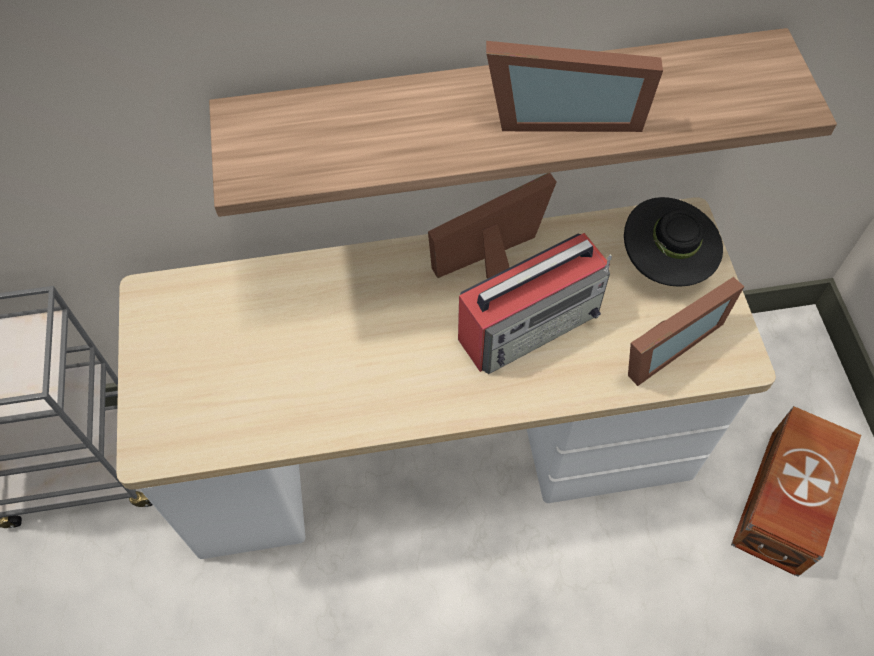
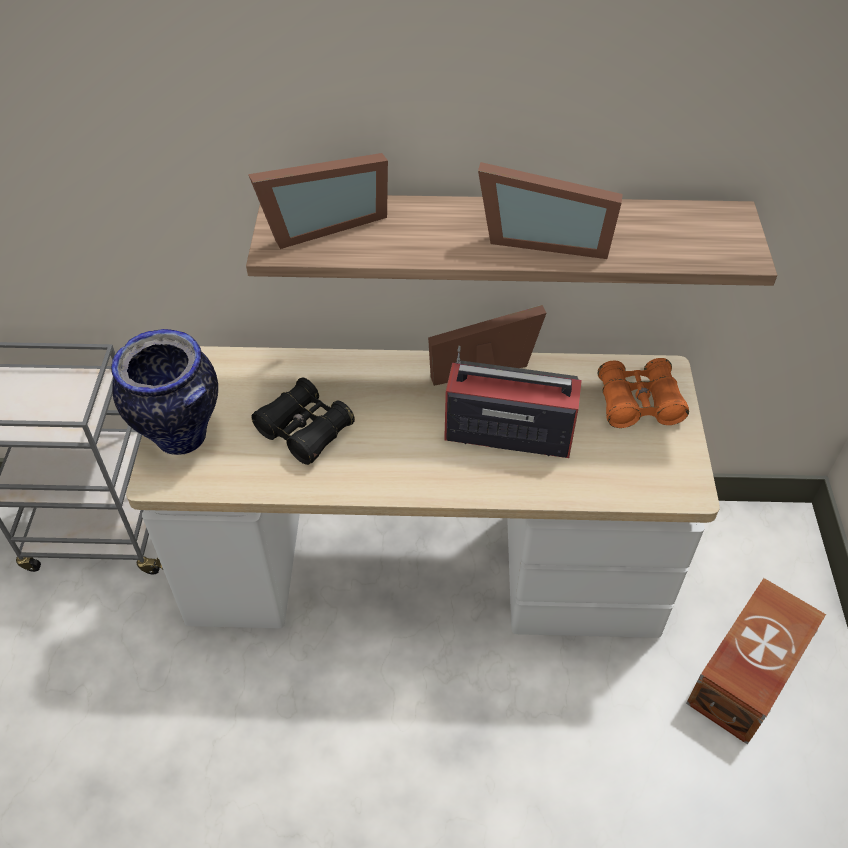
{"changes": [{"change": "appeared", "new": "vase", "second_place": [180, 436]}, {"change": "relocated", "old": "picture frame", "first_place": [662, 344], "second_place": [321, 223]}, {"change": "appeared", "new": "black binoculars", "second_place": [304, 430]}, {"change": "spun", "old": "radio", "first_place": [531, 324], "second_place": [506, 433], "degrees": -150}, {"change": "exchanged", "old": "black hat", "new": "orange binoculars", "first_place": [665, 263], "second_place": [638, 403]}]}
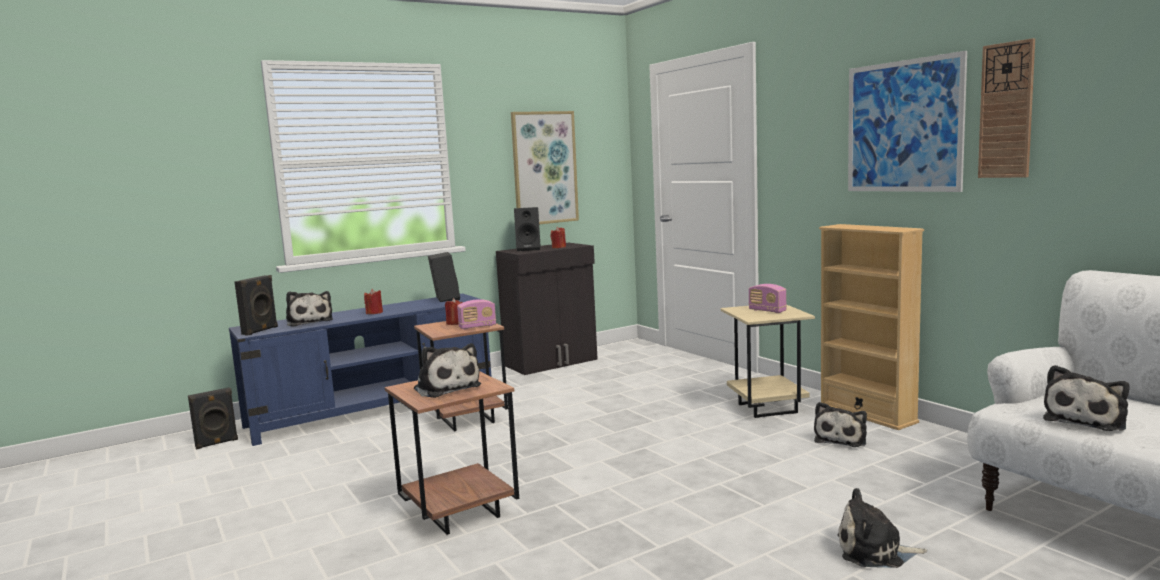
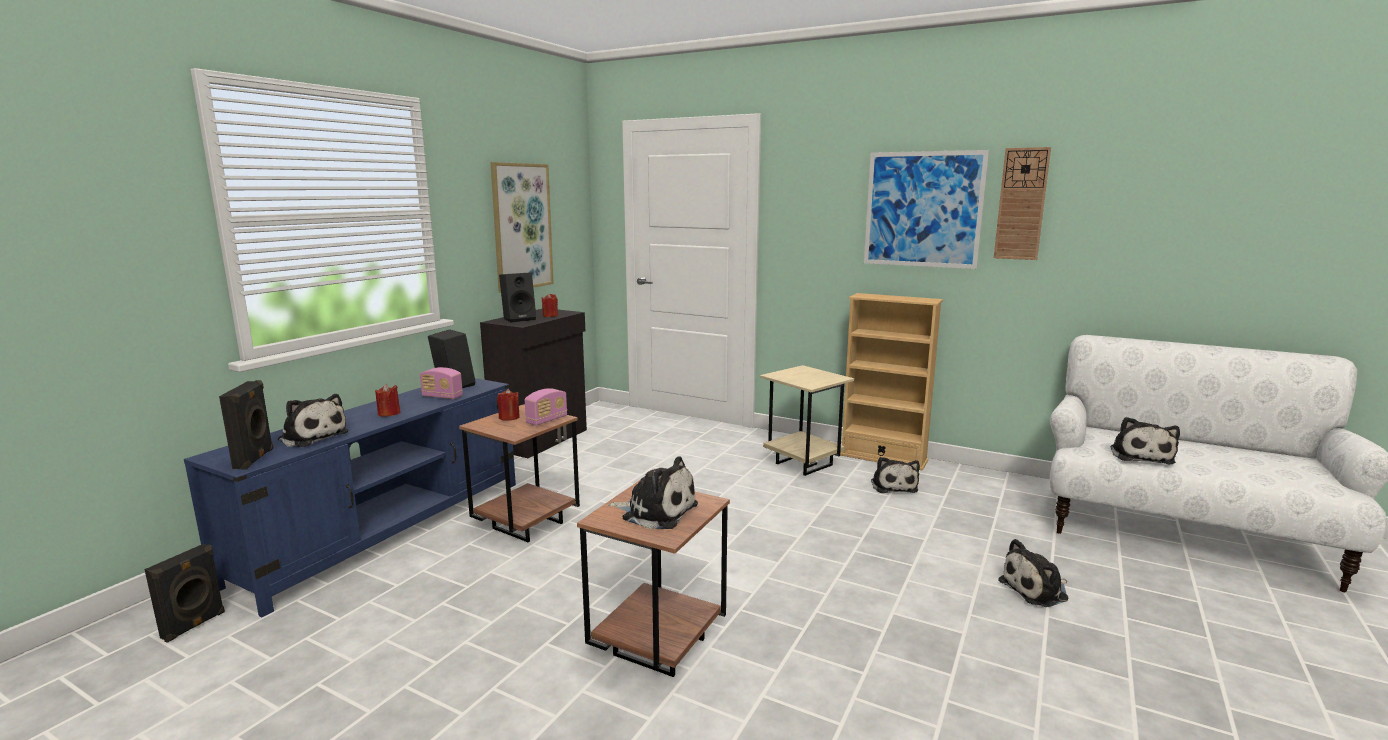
{"changes": [{"change": "relocated", "old": "radio", "first_place": [767, 311], "second_place": [442, 397]}]}
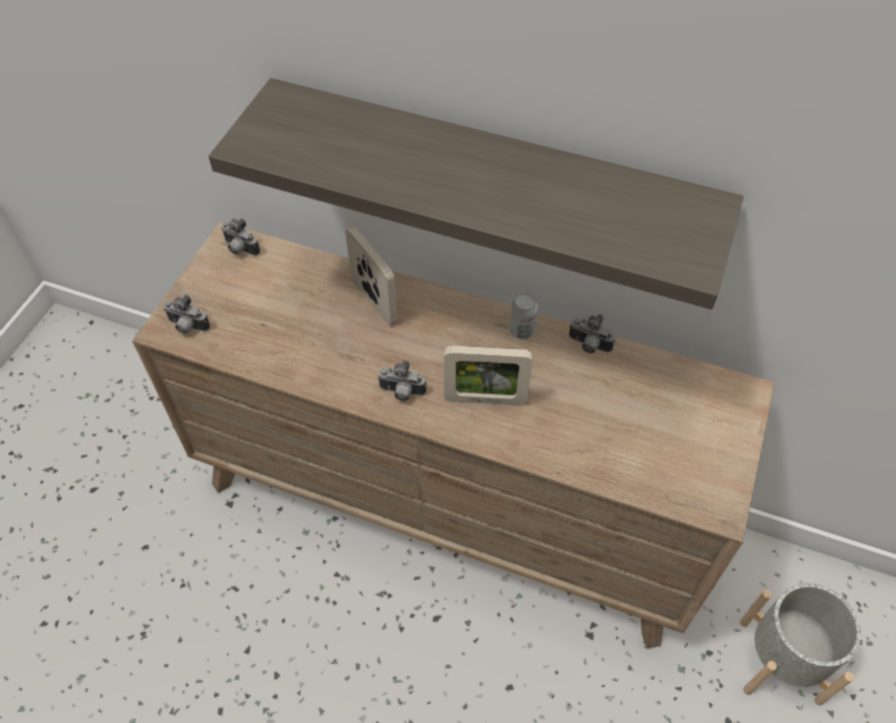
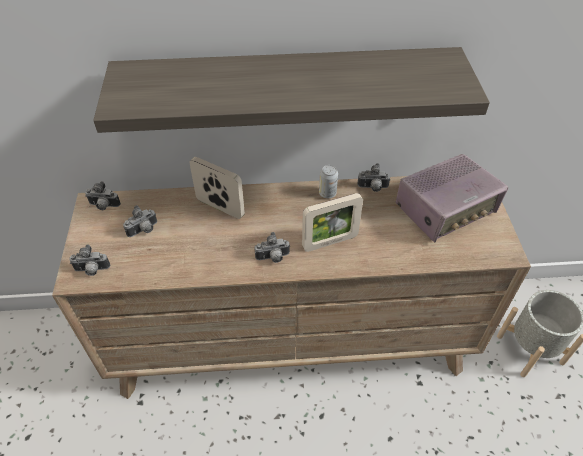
{"changes": [{"change": "appeared", "new": "photo camera", "second_place": [144, 230]}, {"change": "appeared", "new": "radio", "second_place": [446, 209]}]}
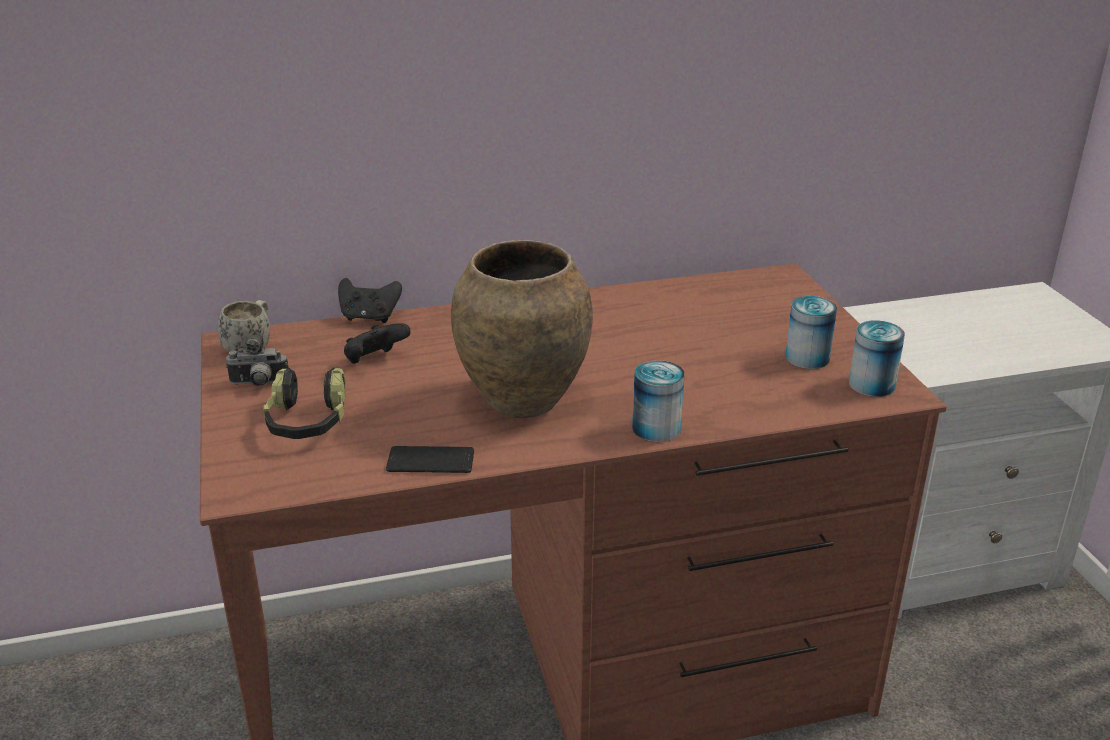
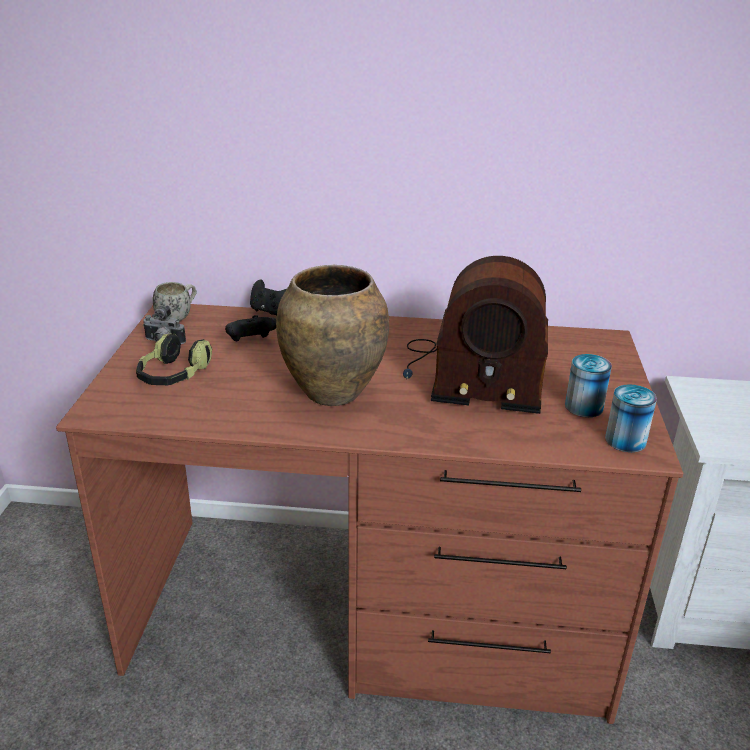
{"changes": [{"change": "appeared", "new": "radio", "second_place": [470, 375]}, {"change": "missing", "old": "phone", "first_place": [430, 461]}, {"change": "missing", "old": "can", "first_place": [656, 428]}]}
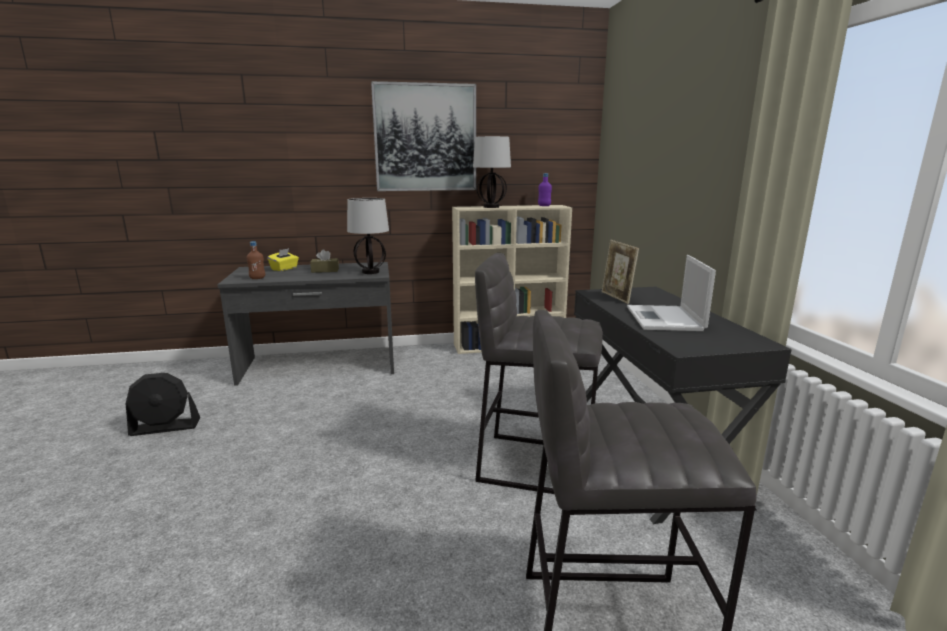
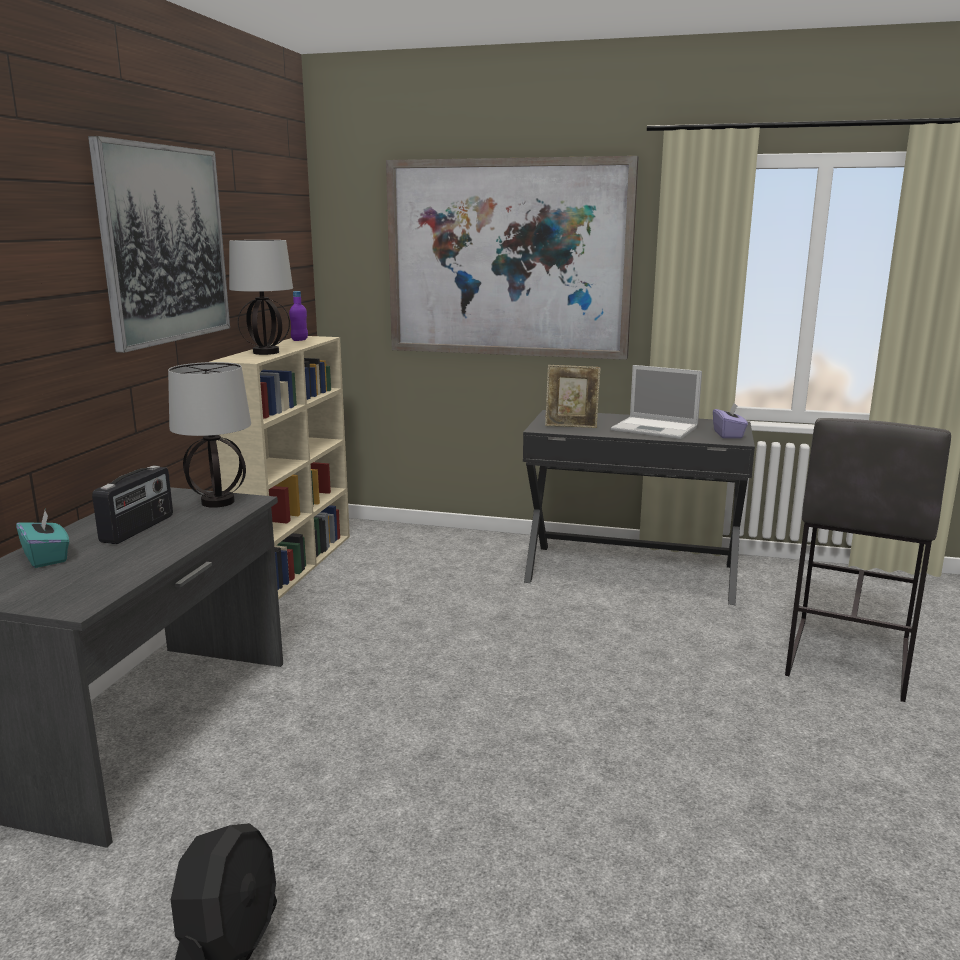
{"changes": [{"change": "colour", "old": "yellow tissue box", "new": "turquoise tissue box", "first_place": [284, 269], "second_place": [46, 557]}, {"change": "exchanged", "old": "brown tissue box", "new": "radio", "first_place": [325, 270], "second_place": [138, 529]}, {"change": "appeared", "new": "picture", "second_place": [508, 259]}, {"change": "appeared", "new": "purple tissue box", "second_place": [728, 435]}, {"change": "missing", "old": "brown bottle", "first_place": [257, 278]}, {"change": "missing", "old": "grey stool", "first_place": [535, 463]}]}
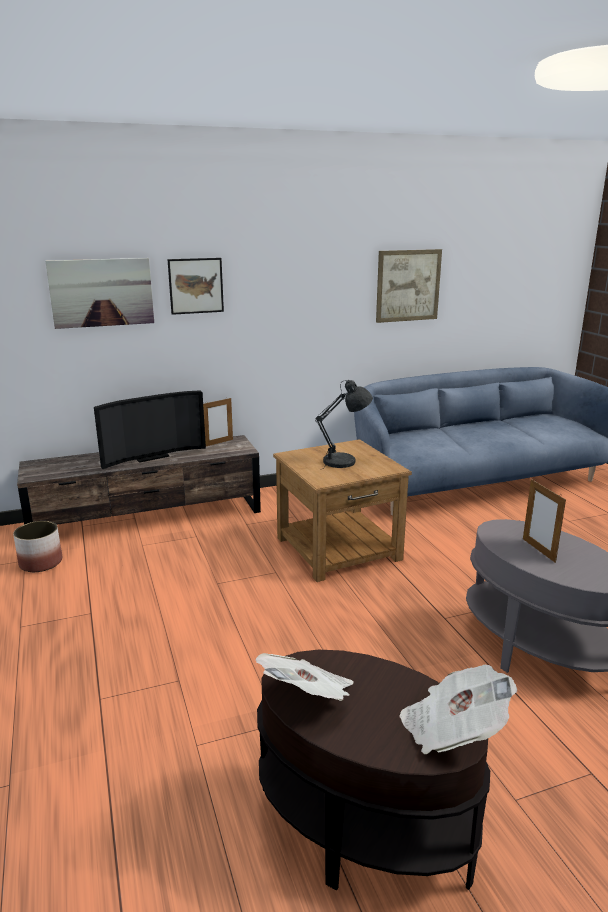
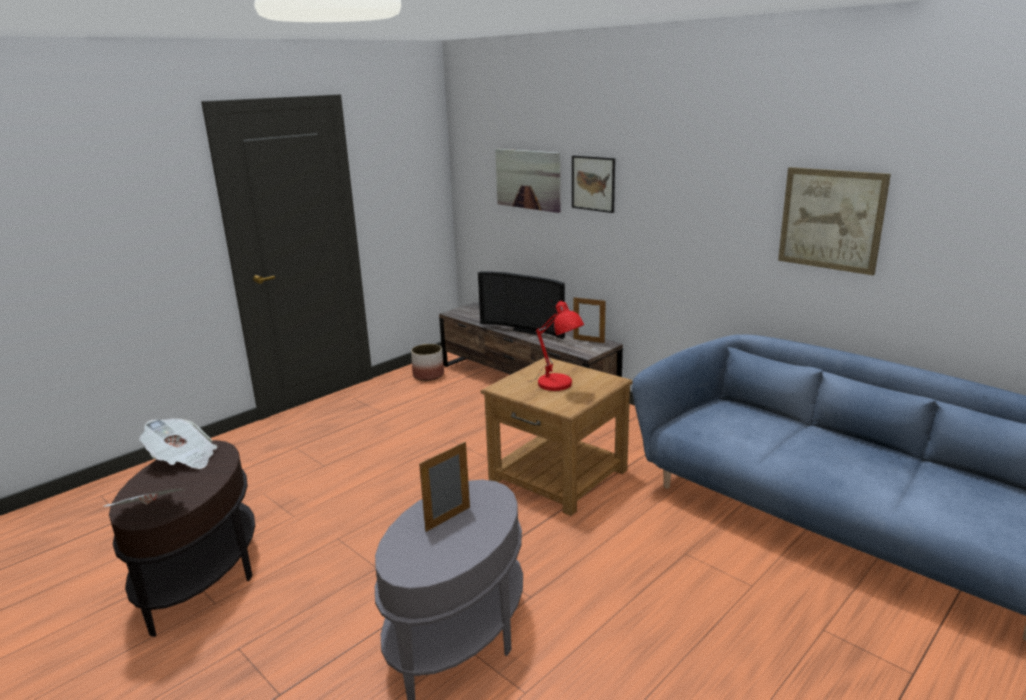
{"changes": [{"change": "colour", "old": "grey table lamp", "new": "red table lamp", "first_place": [343, 461], "second_place": [558, 385]}]}
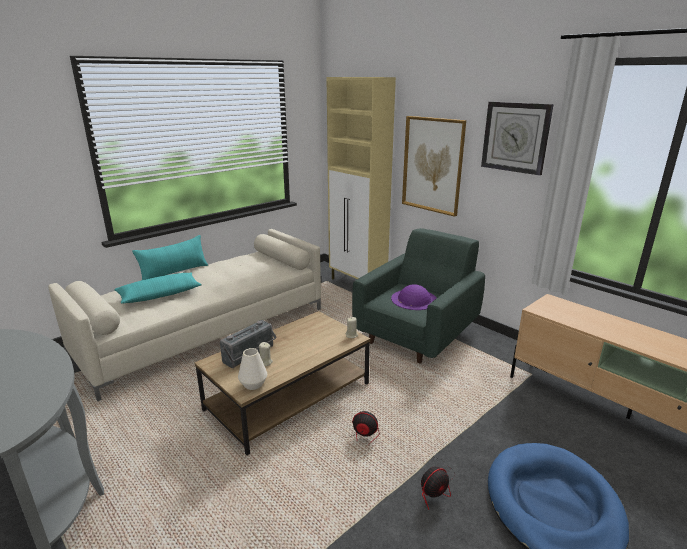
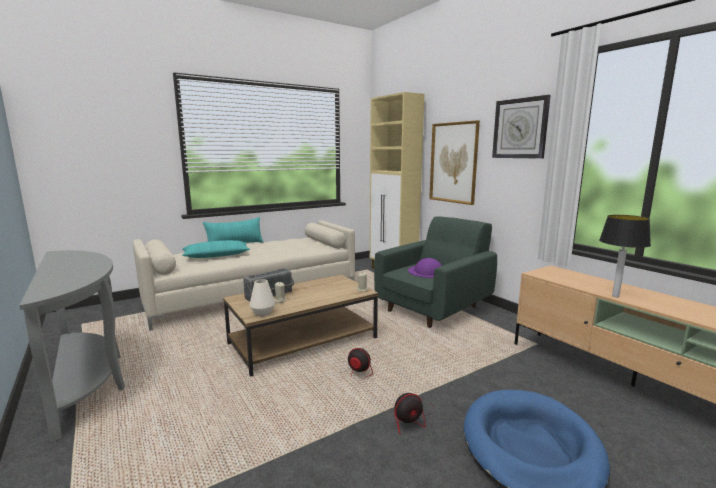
{"changes": [{"change": "appeared", "new": "table lamp", "second_place": [615, 296]}]}
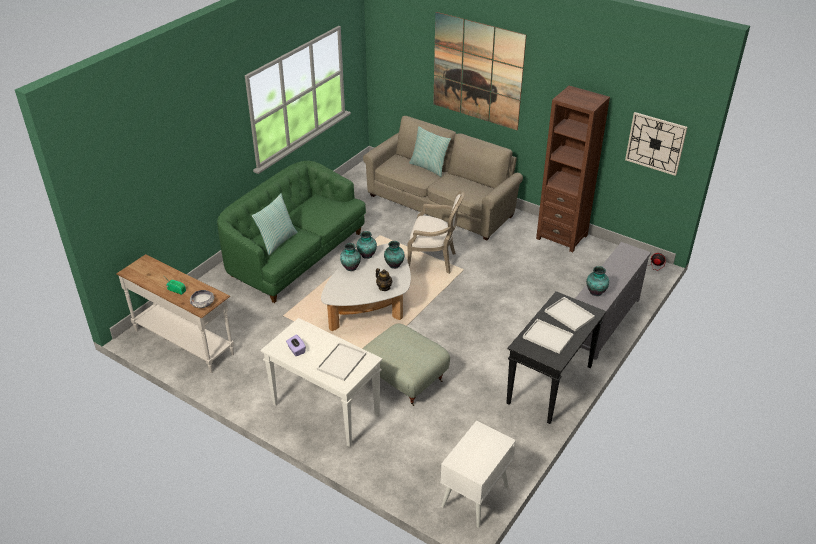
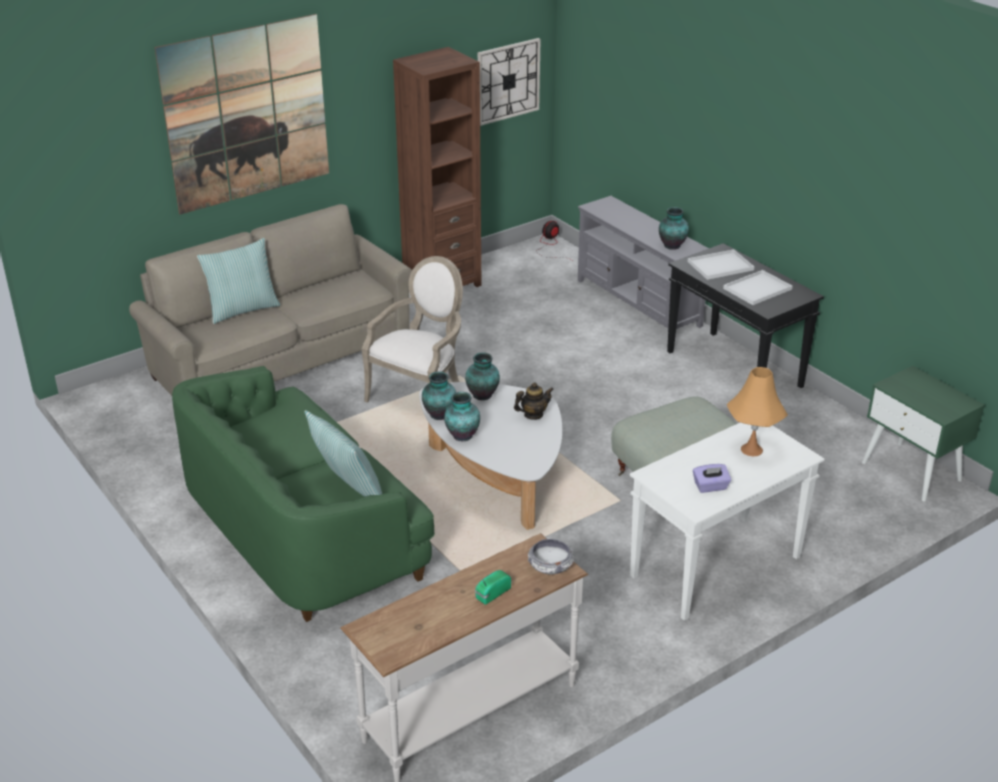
{"changes": [{"change": "exchanged", "old": "white tray", "new": "orange table lamp", "first_place": [341, 361], "second_place": [751, 449]}, {"change": "colour", "old": "white nightstand", "new": "green nightstand", "first_place": [475, 497], "second_place": [912, 471]}]}
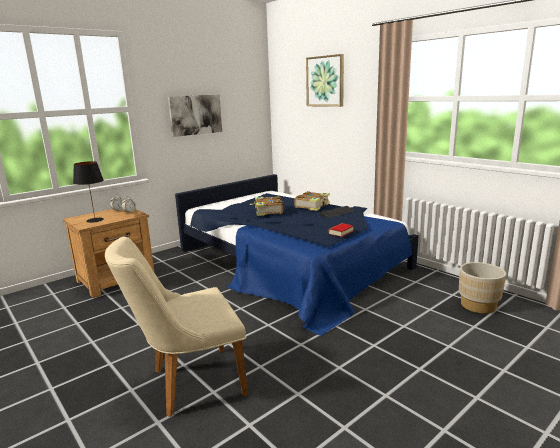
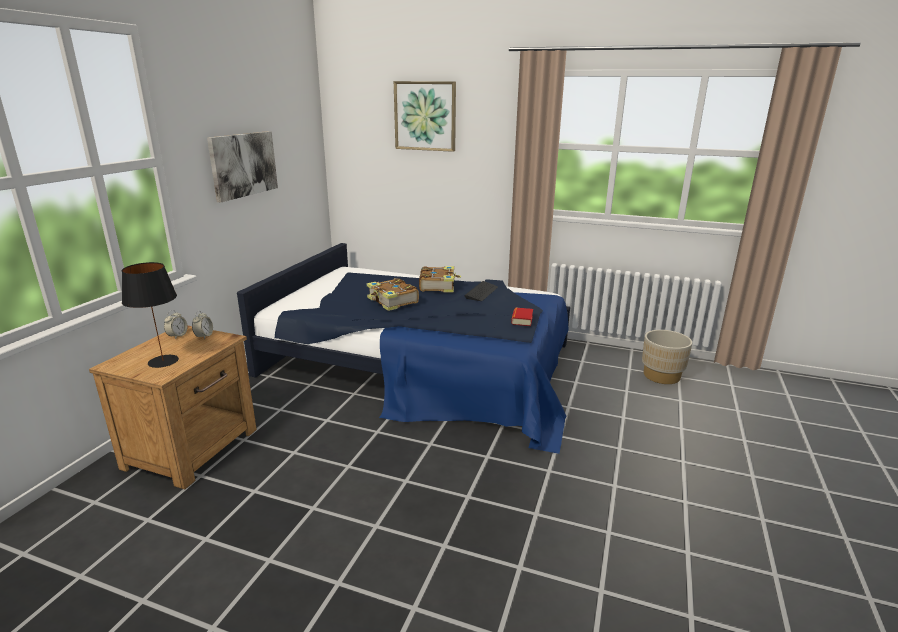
{"changes": [{"change": "missing", "old": "beige chair", "first_place": [188, 383]}]}
